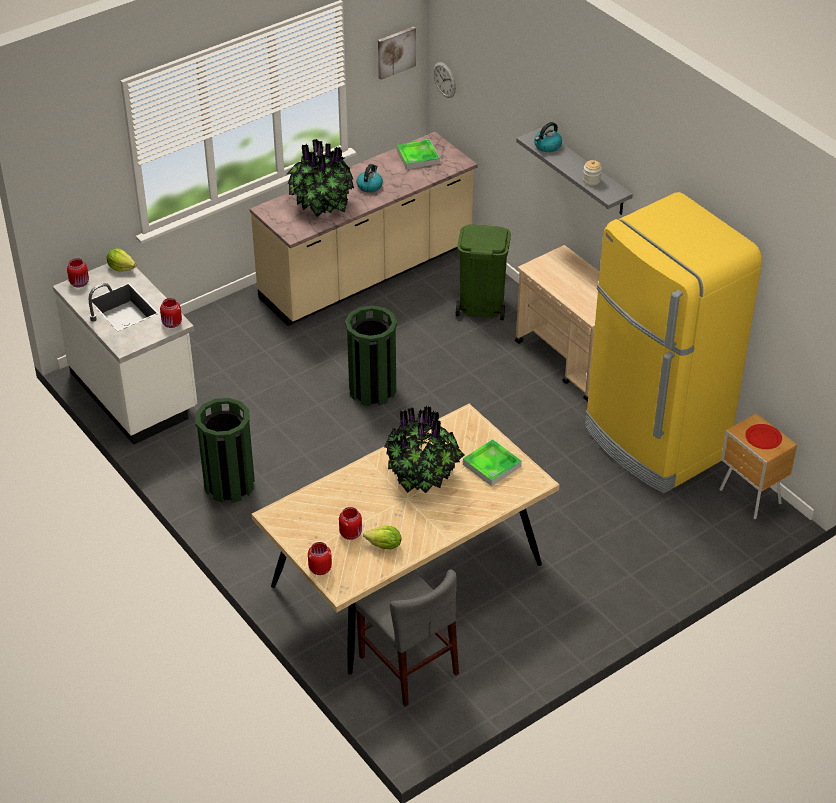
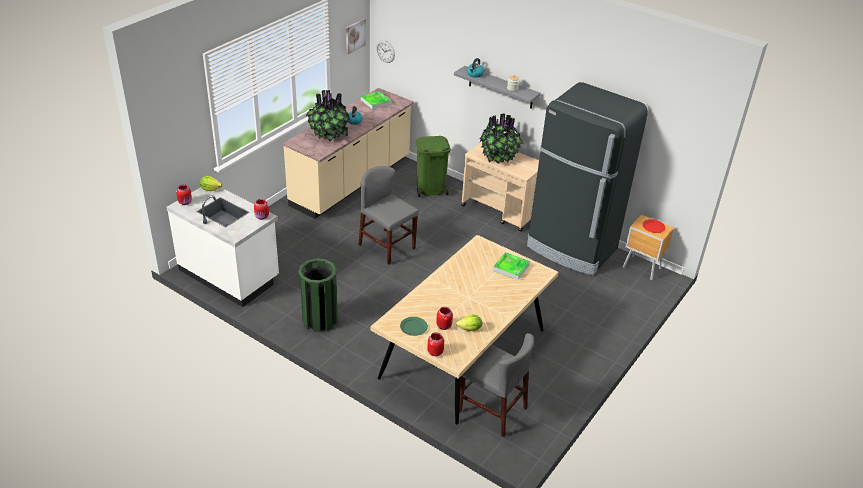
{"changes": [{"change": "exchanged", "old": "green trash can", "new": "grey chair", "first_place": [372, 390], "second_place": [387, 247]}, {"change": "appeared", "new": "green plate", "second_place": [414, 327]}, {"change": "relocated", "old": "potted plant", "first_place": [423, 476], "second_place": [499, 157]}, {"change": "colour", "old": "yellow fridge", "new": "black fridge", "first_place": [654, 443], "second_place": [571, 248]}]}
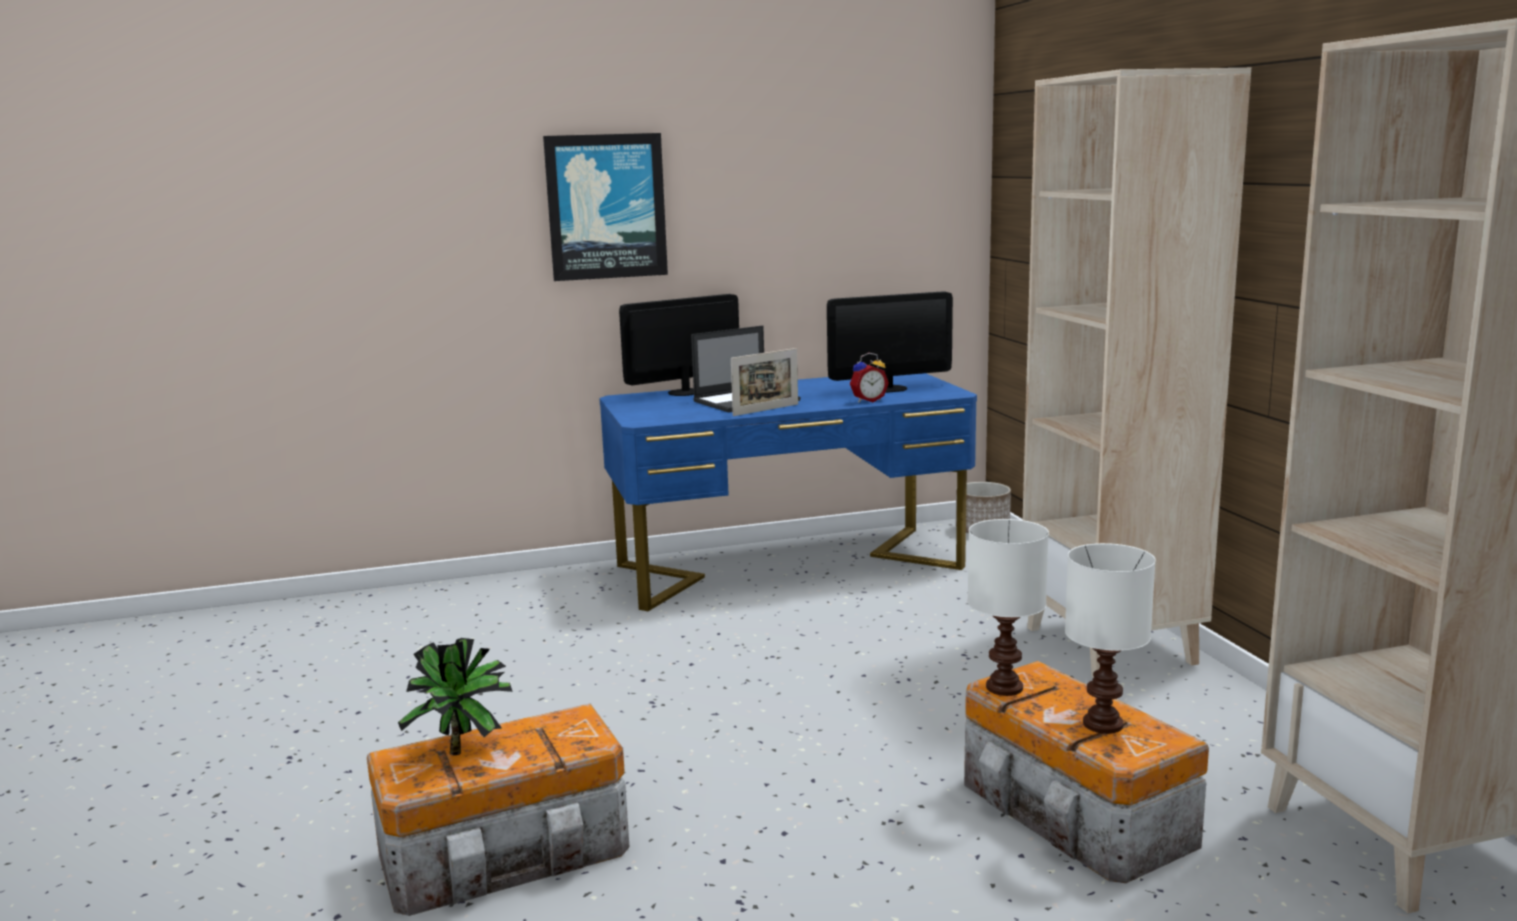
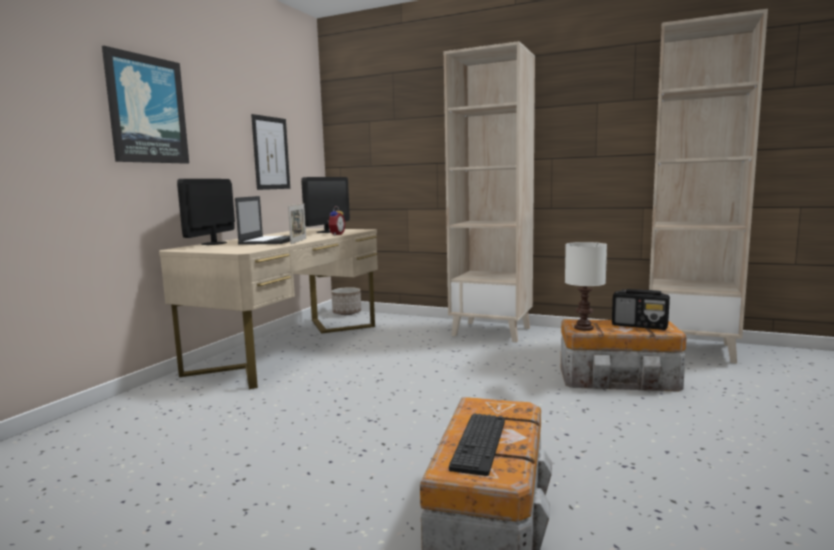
{"changes": [{"change": "colour", "old": "blue desk", "new": "beige desk", "first_place": [789, 567], "second_place": [290, 347]}, {"change": "appeared", "new": "picture", "second_place": [271, 153]}, {"change": "exchanged", "old": "potted plant", "new": "keyboard", "first_place": [464, 751], "second_place": [479, 443]}, {"change": "exchanged", "old": "white table lamp", "new": "radio", "first_place": [1104, 724], "second_place": [640, 326]}]}
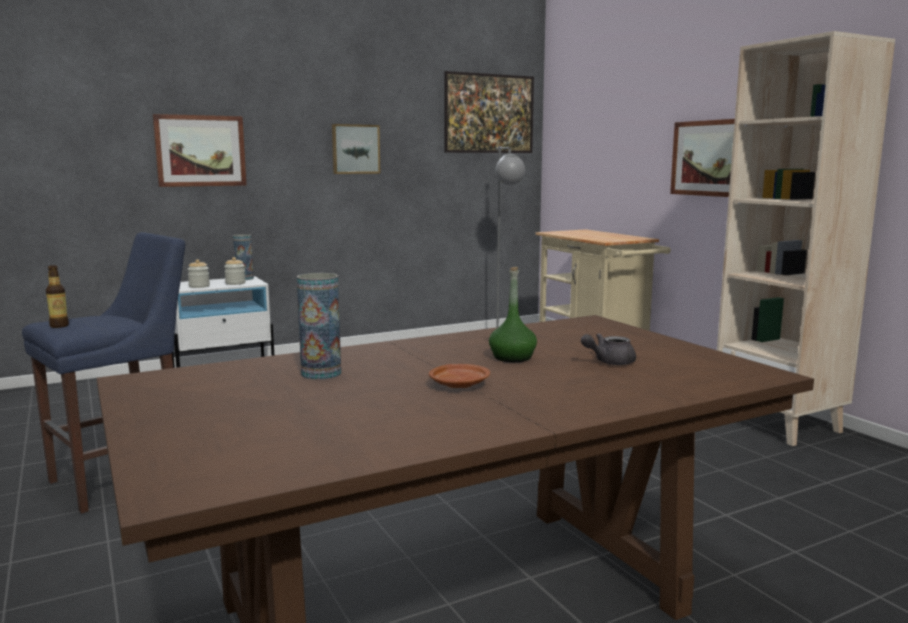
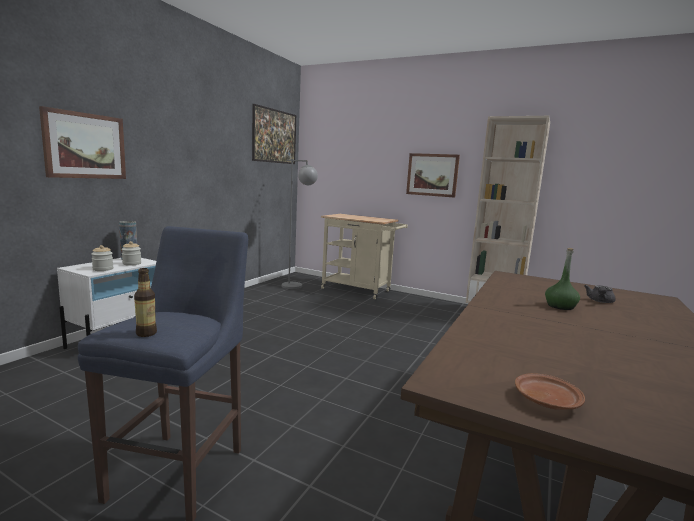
{"changes": [{"change": "relocated", "old": "brown plate", "first_place": [459, 385], "second_place": [546, 401]}, {"change": "missing", "old": "vase", "first_place": [321, 373]}, {"change": "missing", "old": "picture", "first_place": [355, 149]}]}
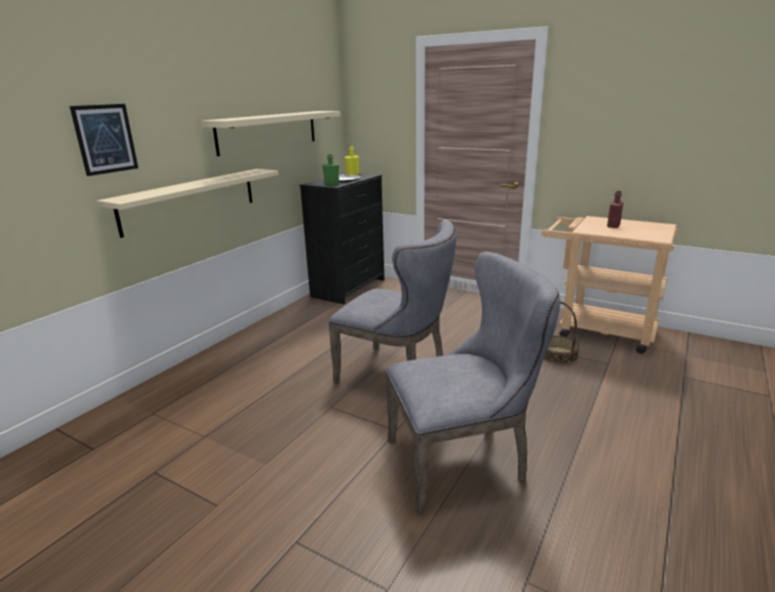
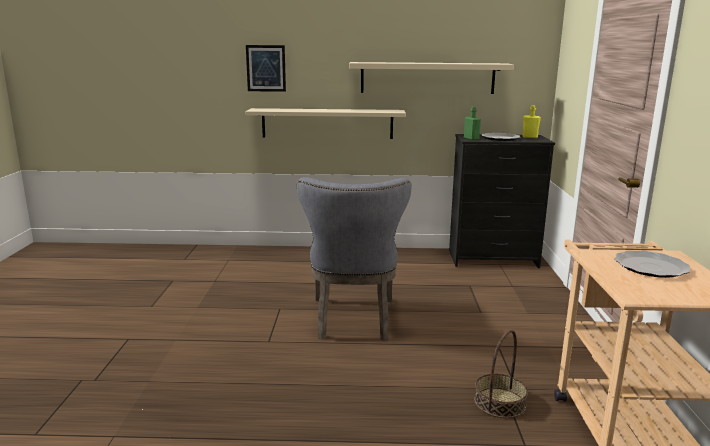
{"changes": [{"change": "exchanged", "old": "red bottle", "new": "plate", "first_place": [613, 226], "second_place": [650, 267]}, {"change": "missing", "old": "grey chair", "first_place": [464, 460]}]}
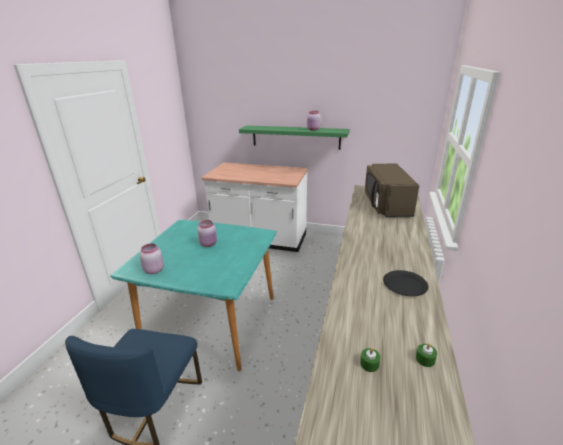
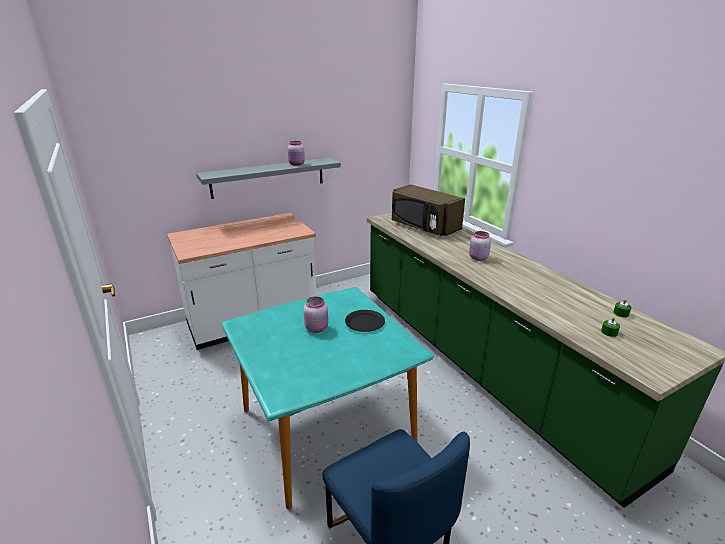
{"changes": [{"change": "colour", "old": "green shelf", "new": "grey shelf", "first_place": [295, 137], "second_place": [268, 177]}, {"change": "relocated", "old": "black plate", "first_place": [405, 285], "second_place": [365, 322]}, {"change": "relocated", "old": "pink jar", "first_place": [153, 270], "second_place": [477, 258]}]}
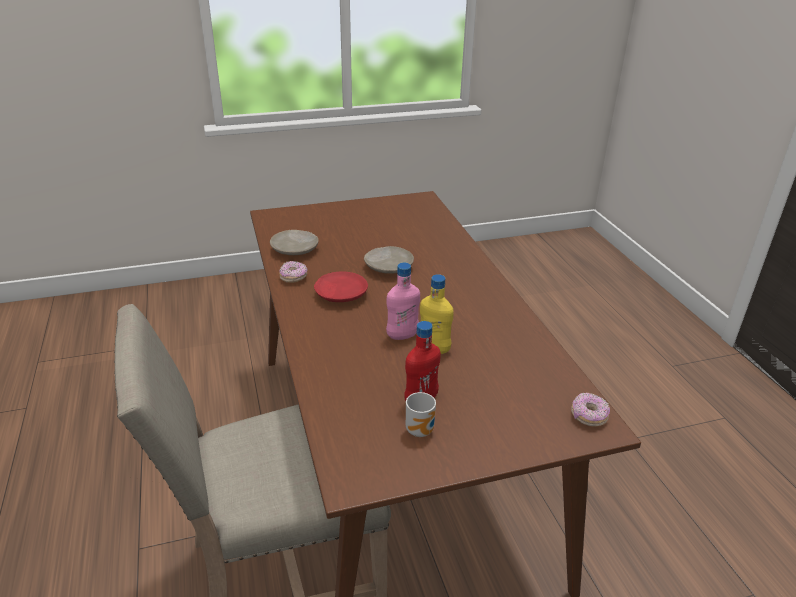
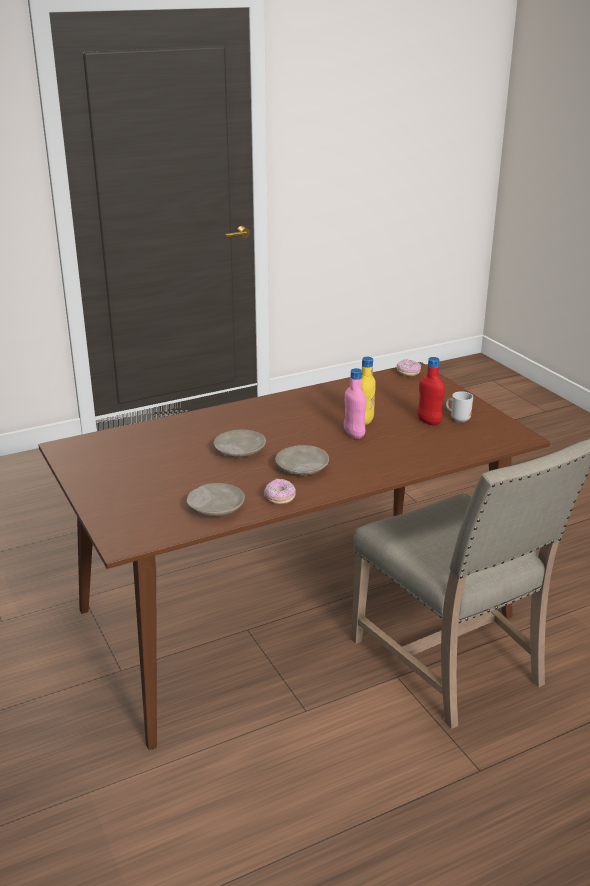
{"changes": [{"change": "colour", "old": "red plate", "new": "beige plate", "first_place": [341, 294], "second_place": [301, 468]}]}
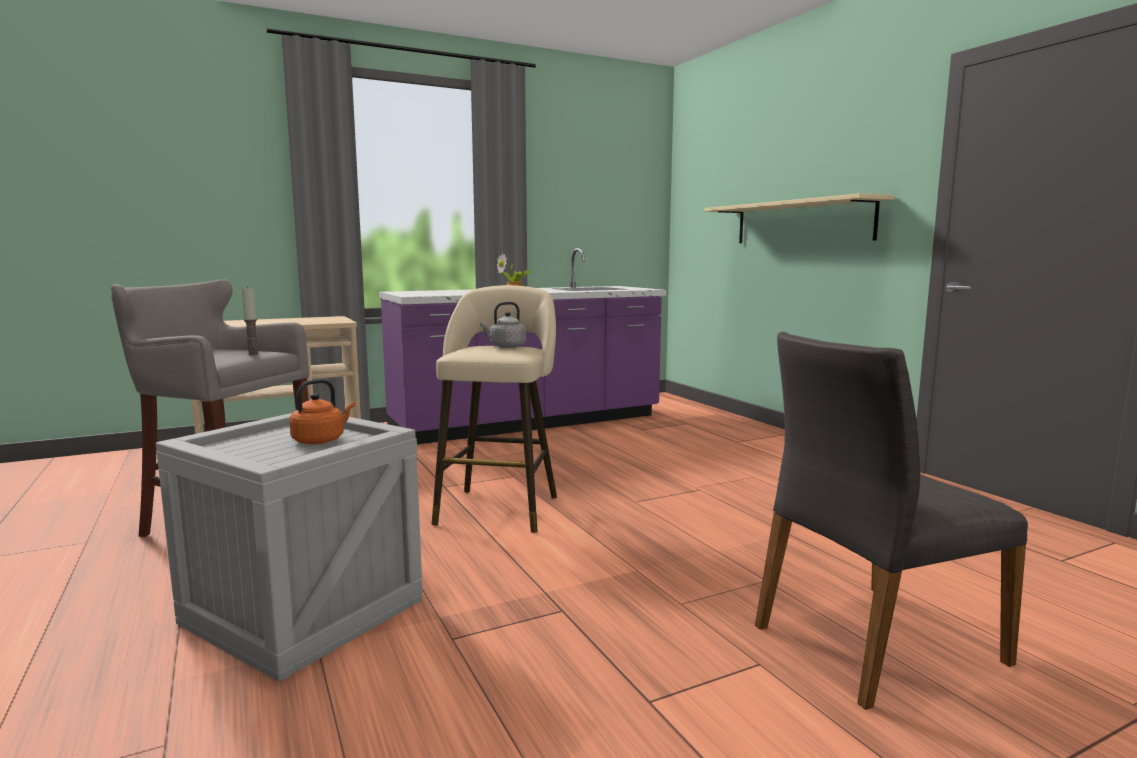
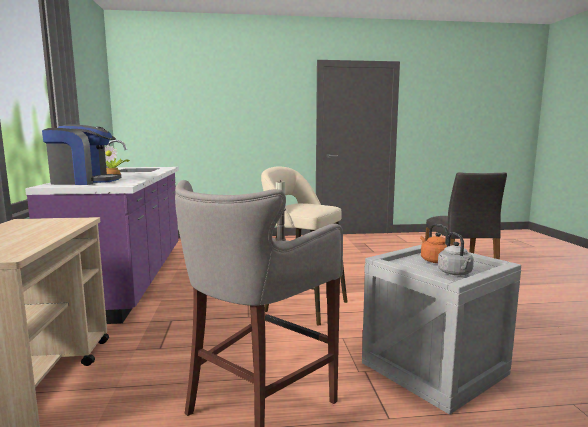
{"changes": [{"change": "appeared", "new": "coffee machine", "second_place": [84, 182]}, {"change": "relocated", "old": "grey kettle", "first_place": [506, 347], "second_place": [455, 273]}, {"change": "missing", "old": "beige shelf", "first_place": [801, 222]}]}
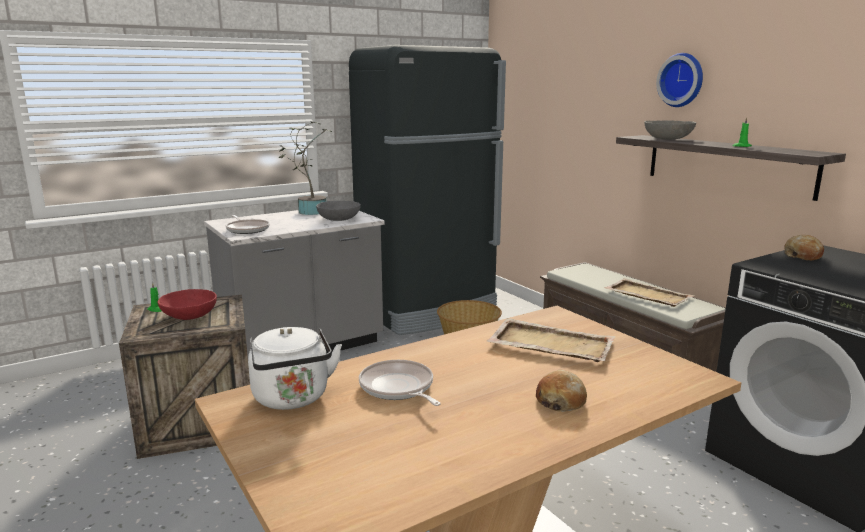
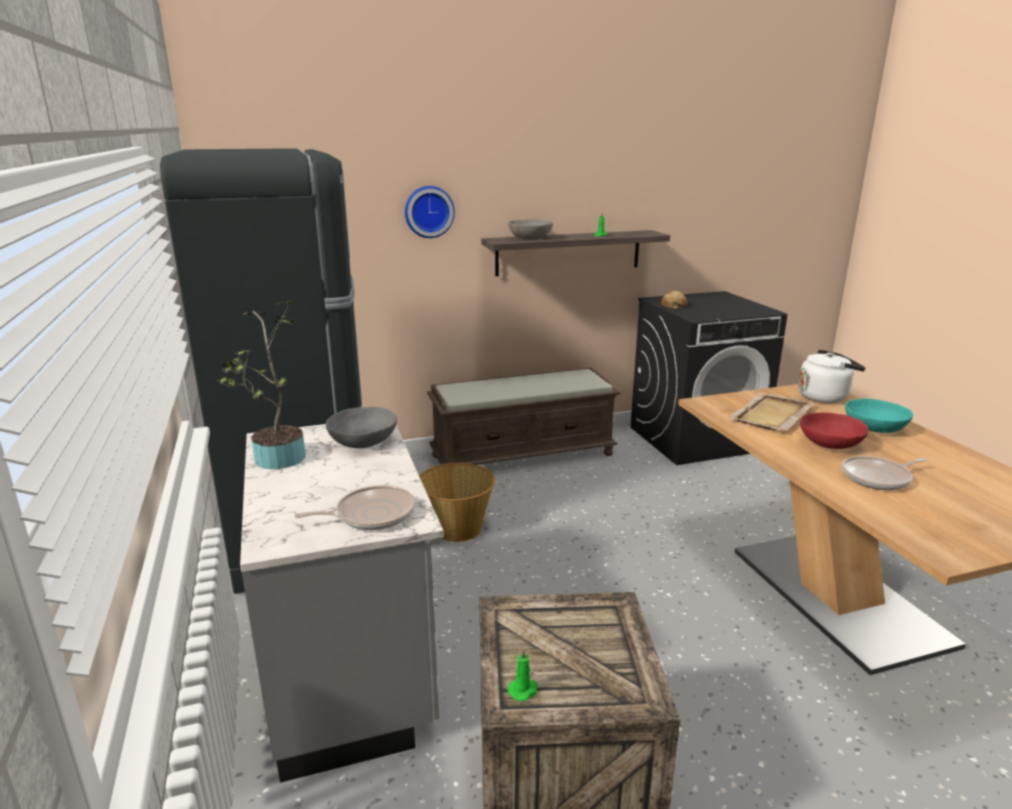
{"changes": [{"change": "relocated", "old": "wall clock", "first_place": [682, 80], "second_place": [428, 211]}, {"change": "relocated", "old": "white kettle", "first_place": [293, 399], "second_place": [825, 397]}, {"change": "relocated", "old": "red bowl", "first_place": [189, 316], "second_place": [829, 444]}, {"change": "exchanged", "old": "bread", "new": "turquoise bowl", "first_place": [561, 400], "second_place": [874, 428]}, {"change": "missing", "old": "beige tray", "first_place": [647, 295]}]}
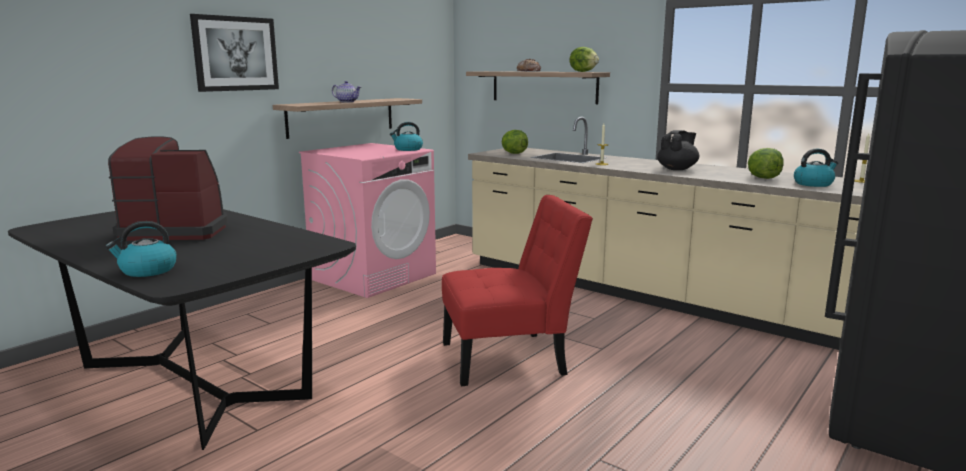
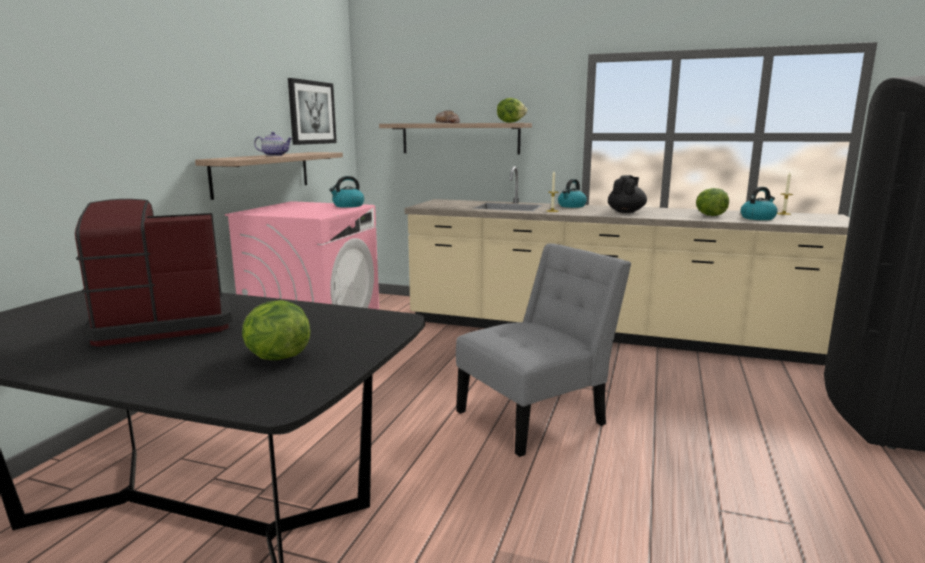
{"changes": [{"change": "relocated", "old": "lettuce", "first_place": [513, 153], "second_place": [276, 357]}, {"change": "relocated", "old": "picture", "first_place": [235, 53], "second_place": [312, 112]}, {"change": "colour", "old": "red chair", "new": "grey chair", "first_place": [510, 358], "second_place": [537, 416]}, {"change": "relocated", "old": "kettle", "first_place": [147, 270], "second_place": [571, 206]}]}
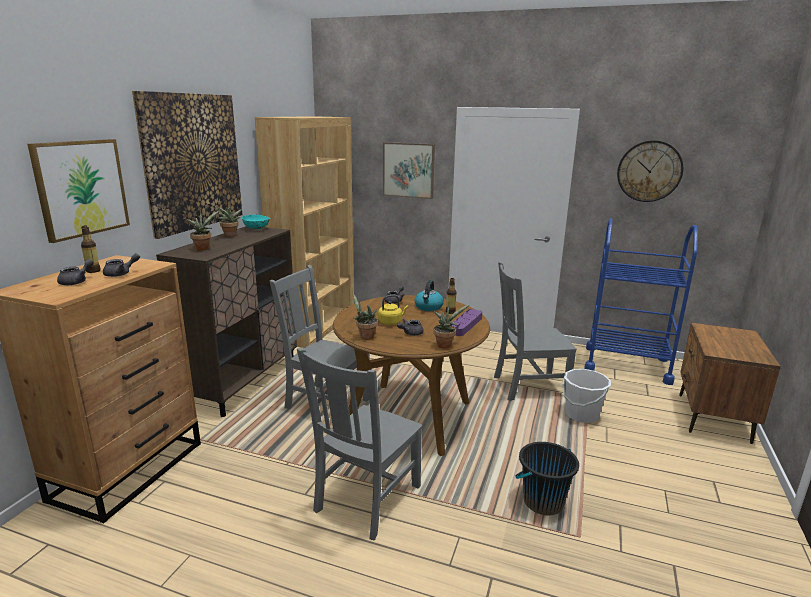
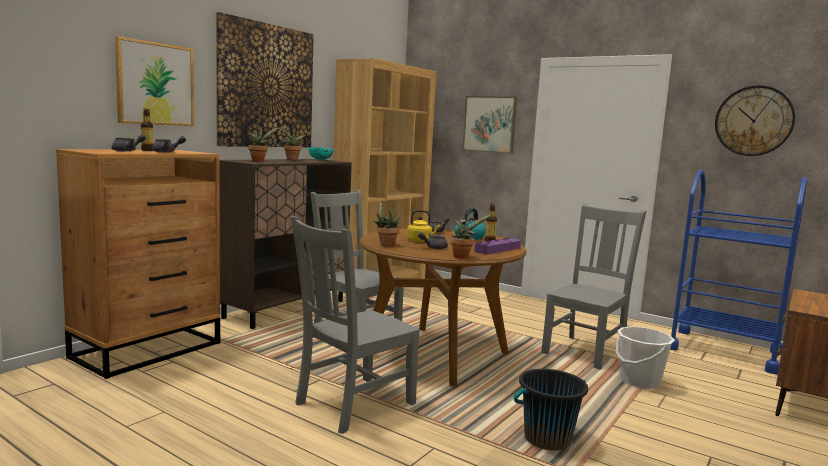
{"changes": [{"change": "spun", "old": "grey chair", "first_place": [527, 387], "second_place": [585, 351], "degrees": 120}]}
